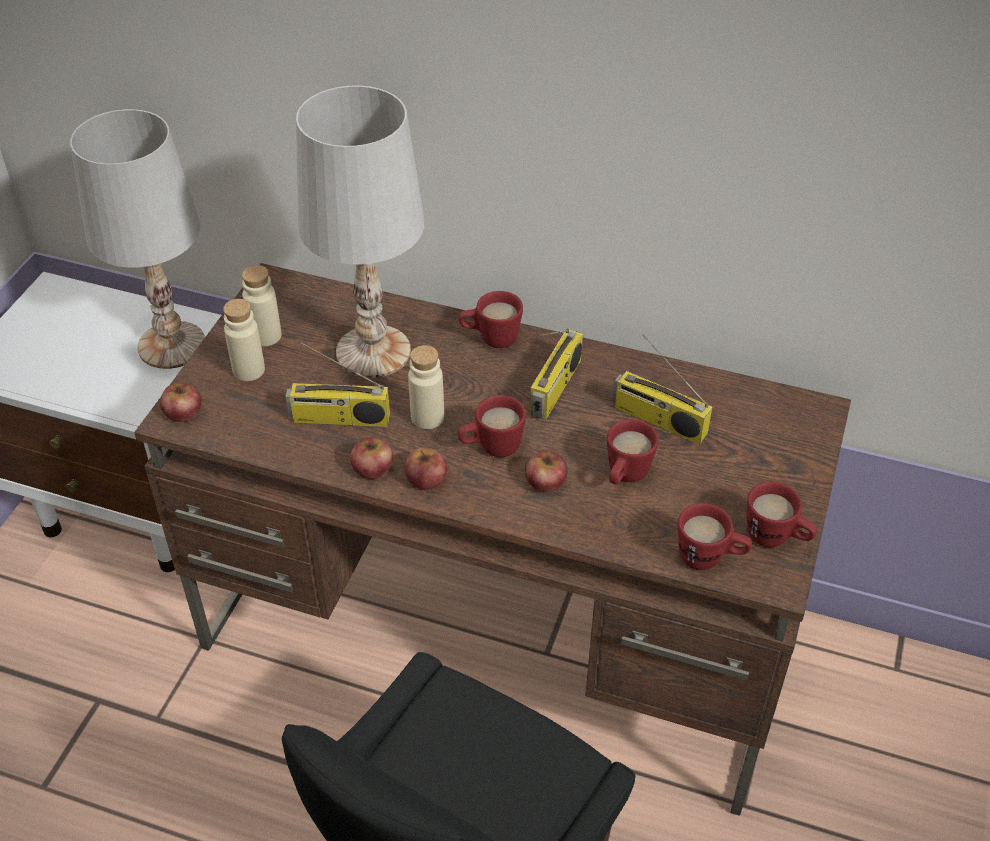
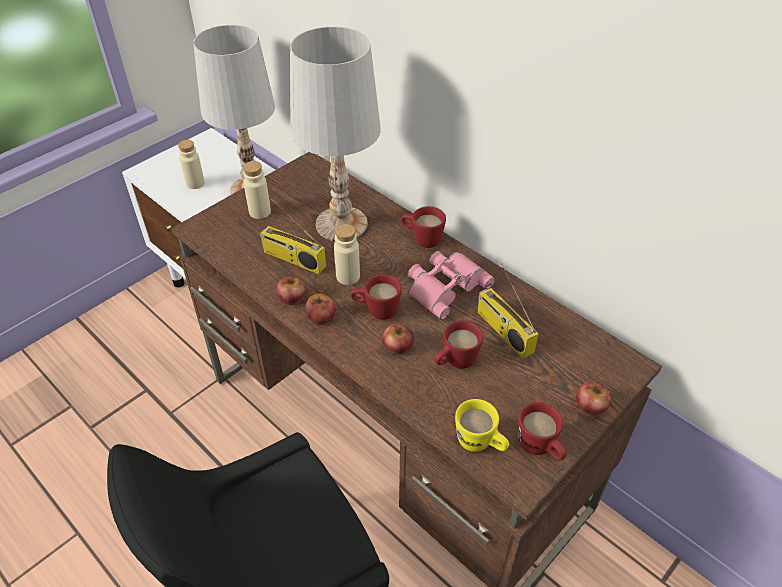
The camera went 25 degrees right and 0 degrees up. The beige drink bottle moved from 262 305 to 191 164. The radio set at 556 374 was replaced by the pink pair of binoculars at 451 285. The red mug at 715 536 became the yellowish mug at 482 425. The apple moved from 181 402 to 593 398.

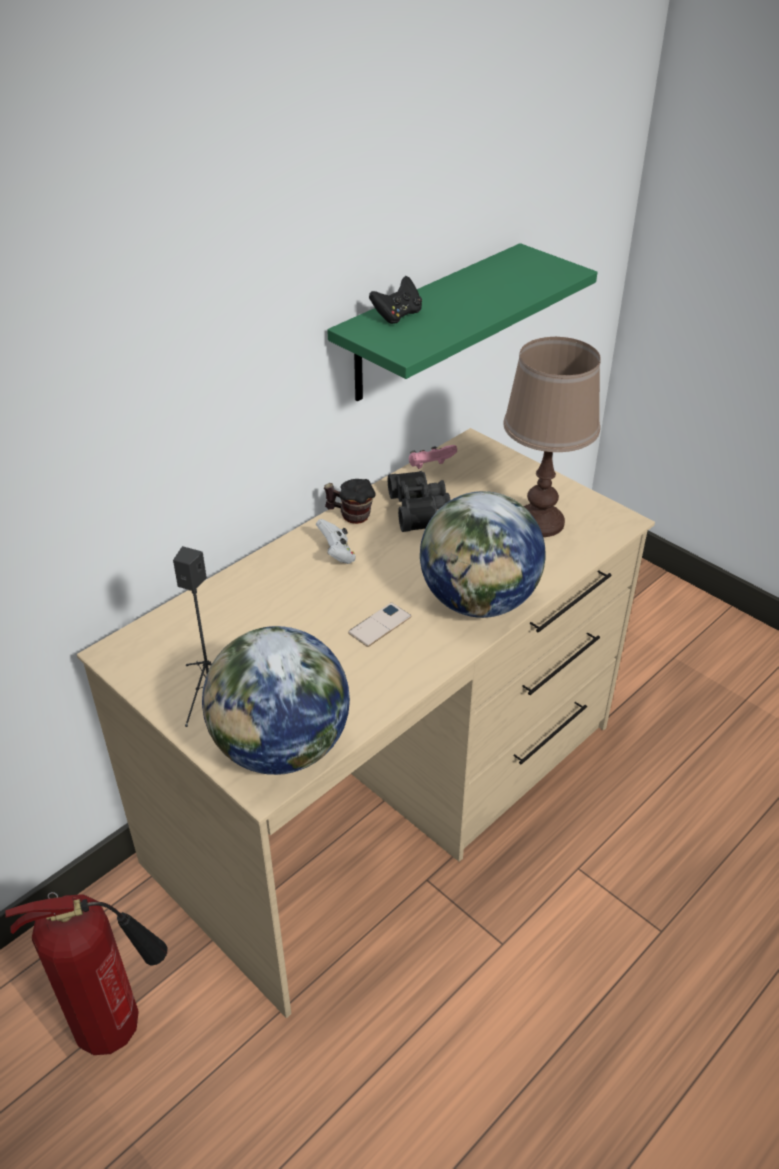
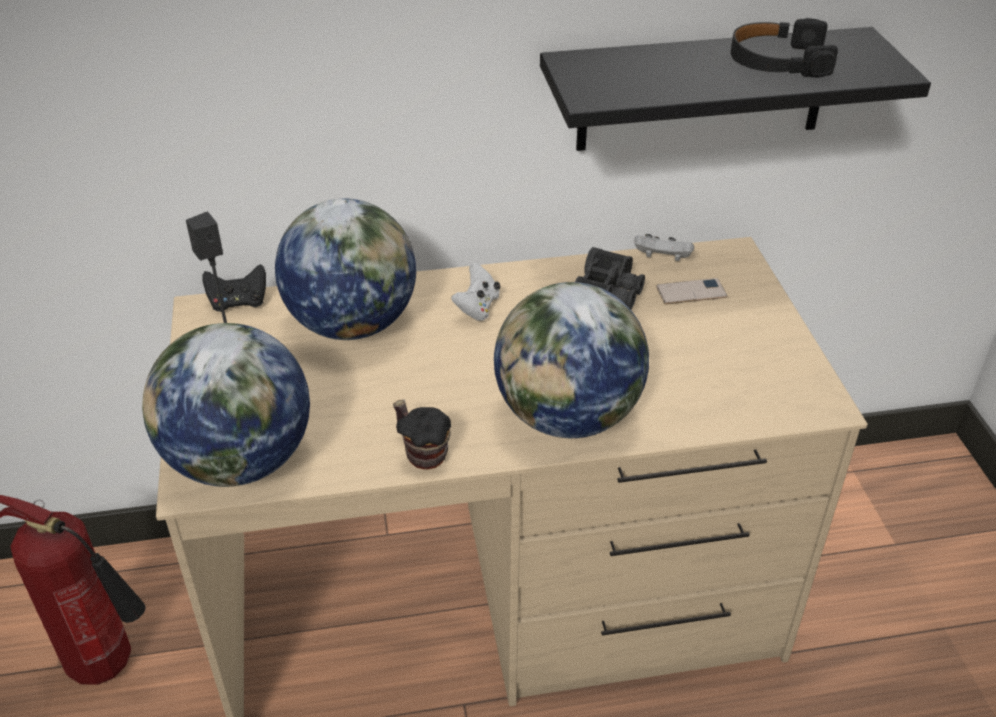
The camera went 35 degrees right and 0 degrees up. The black-coloured joypad moved from 395 300 to 234 288. The world globe at 345 269 appeared. The mug moved from 349 501 to 422 435. The green shelf at 462 322 became the black-coloured shelf at 735 89. The pink joypad at 433 457 became the white-coloured joypad at 664 247. The telephone moved from 379 625 to 691 291. The black-coloured headset at 784 48 appeared. The brown lamp for a table at 552 437 disappeared.

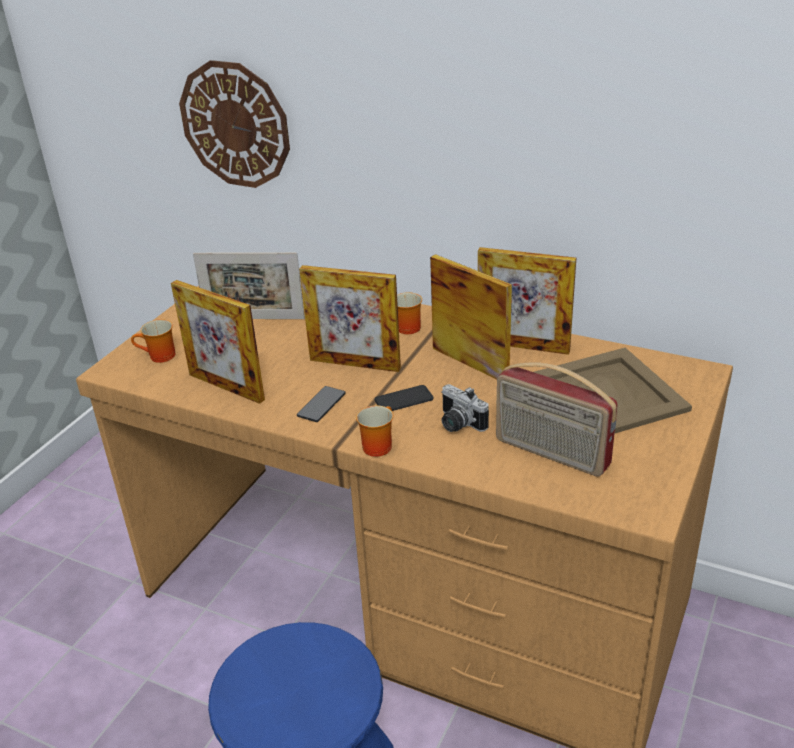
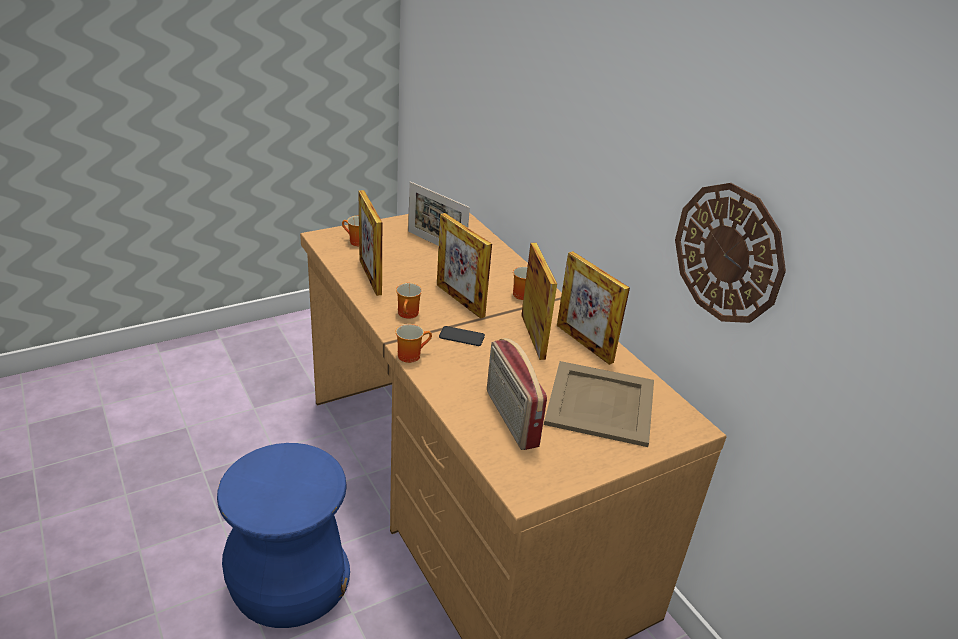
The camera went 30 degrees right and 0 degrees up. The telephone at 321 404 was replaced by the mug at 409 301. The wall clock moved from 234 124 to 730 253. The still camera at 465 408 disappeared.

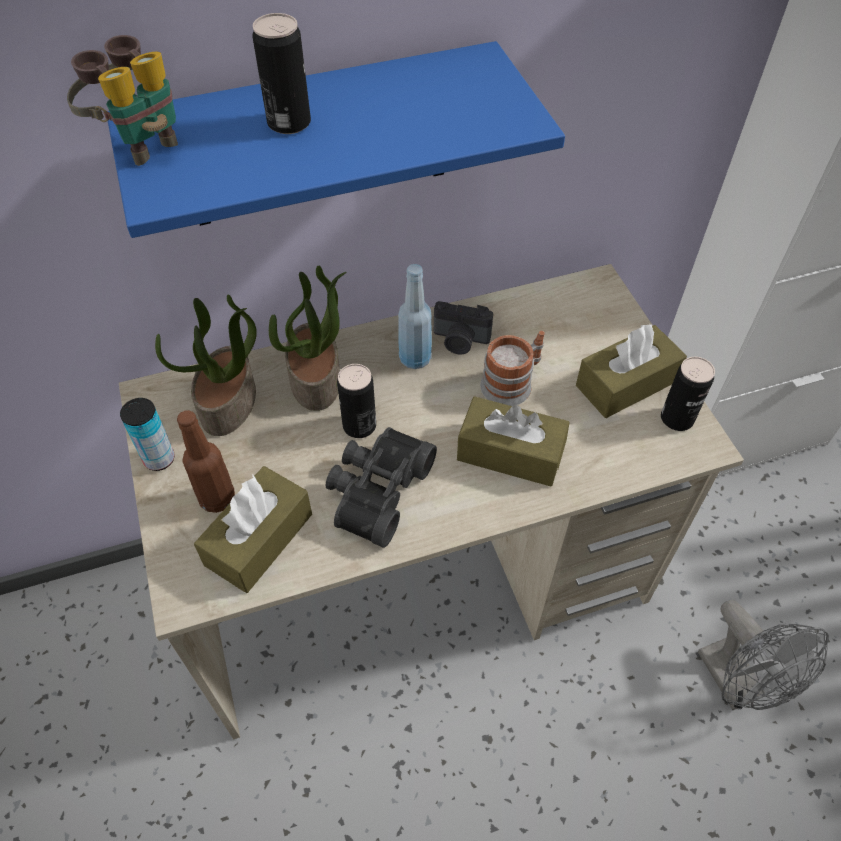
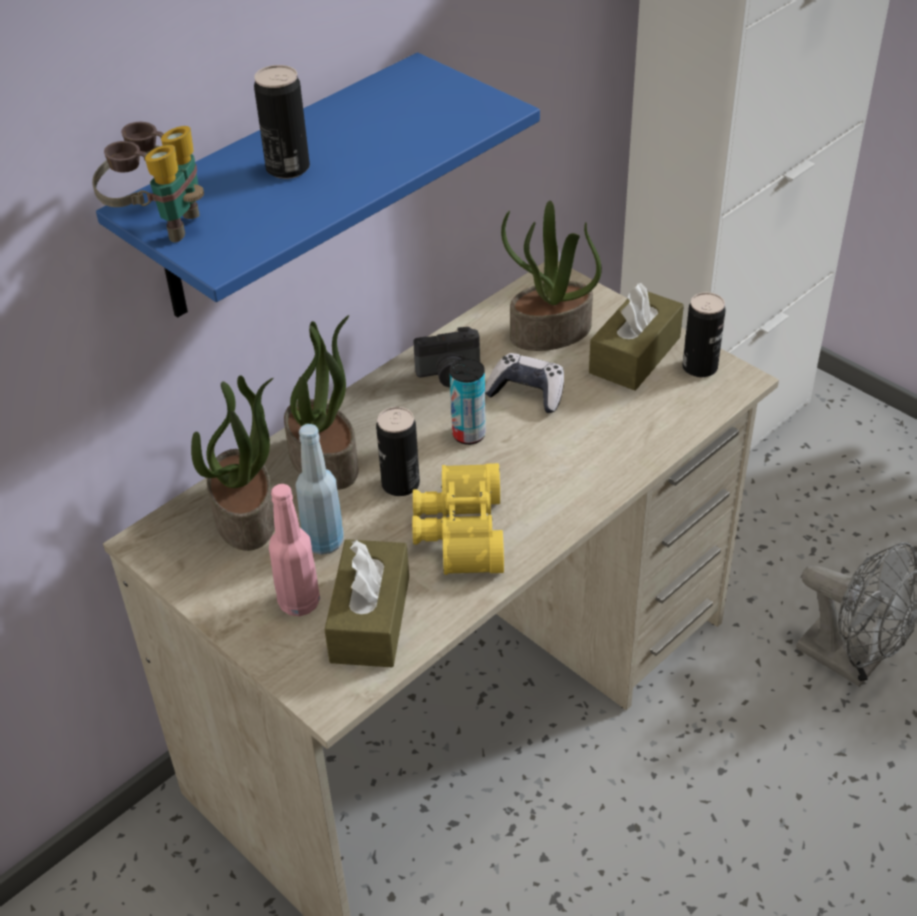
The camera went 25 degrees left and 10 degrees down. The brown drink bottle at 206 461 became the pink drink bottle at 294 550. The blue-coloured drink bottle moved from 415 316 to 320 489. The black-coloured pair of binoculars at 381 487 became the yellowish pair of binoculars at 458 519. The can moved from 147 434 to 468 402. The mug at 512 368 was replaced by the joypad at 524 383. The potted plant at 551 276 appeared. The brown tissue holder at 513 441 disappeared.

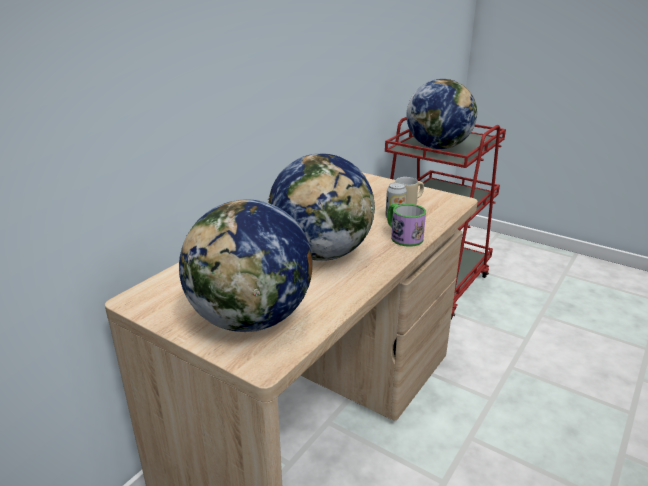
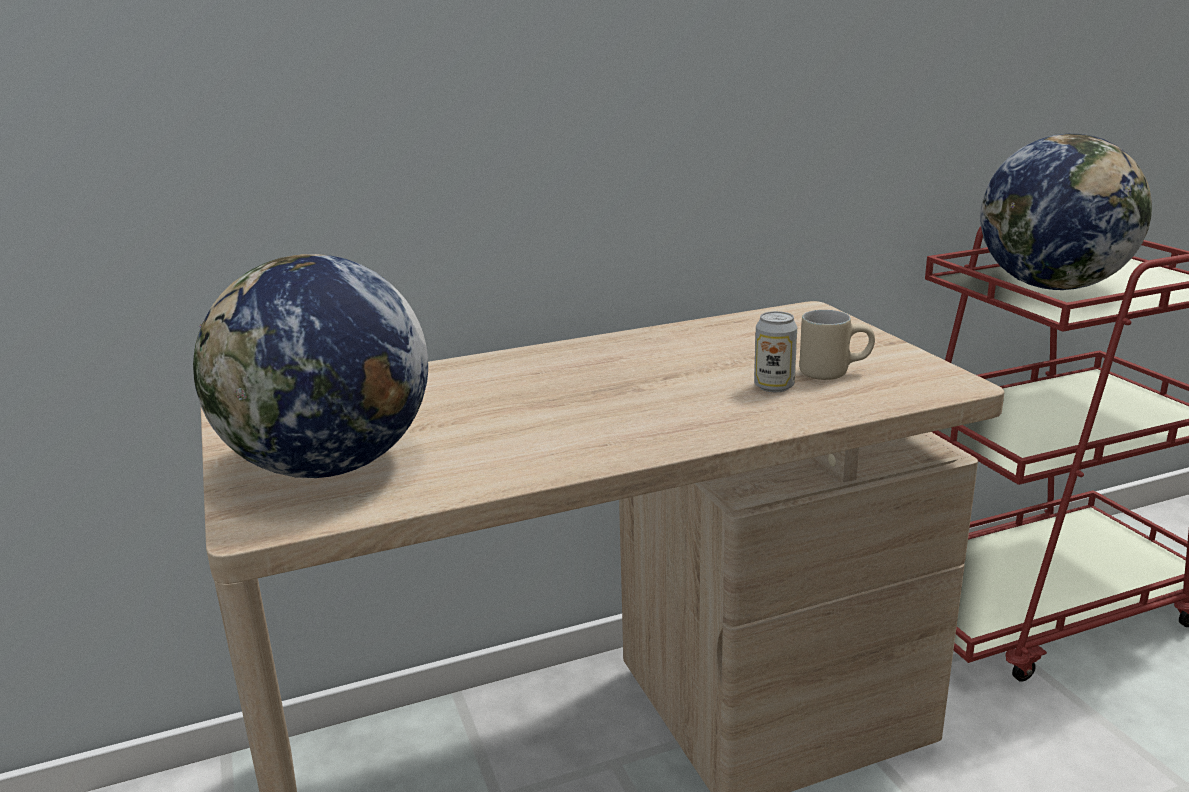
The camera went 35 degrees right and 5 degrees down. The world globe at 321 207 disappeared. The mug at 406 225 disappeared.

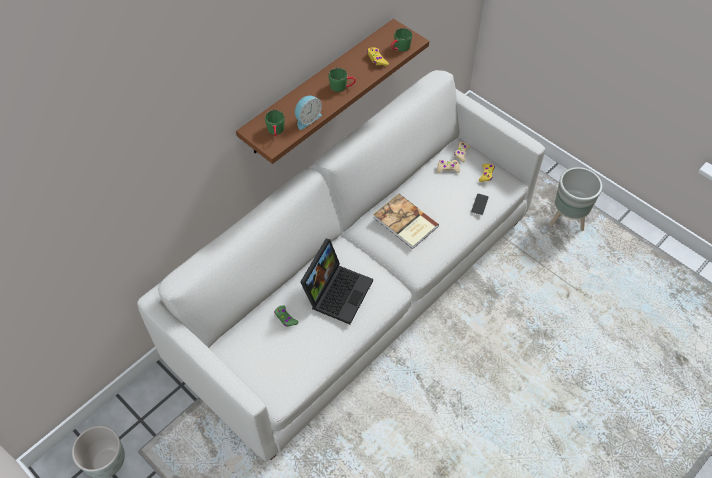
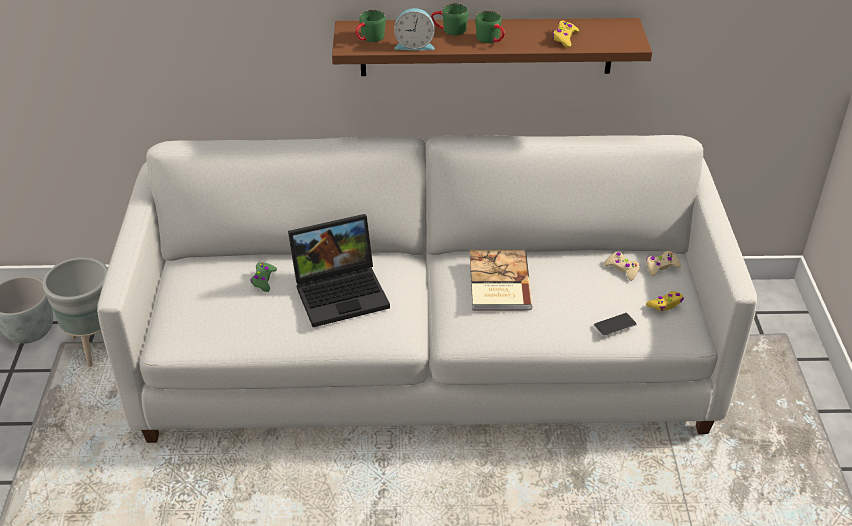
The camera went 45 degrees right and 15 degrees down. The grey planter moved from 576 199 to 75 312. The green mug moved from 401 39 to 450 19.

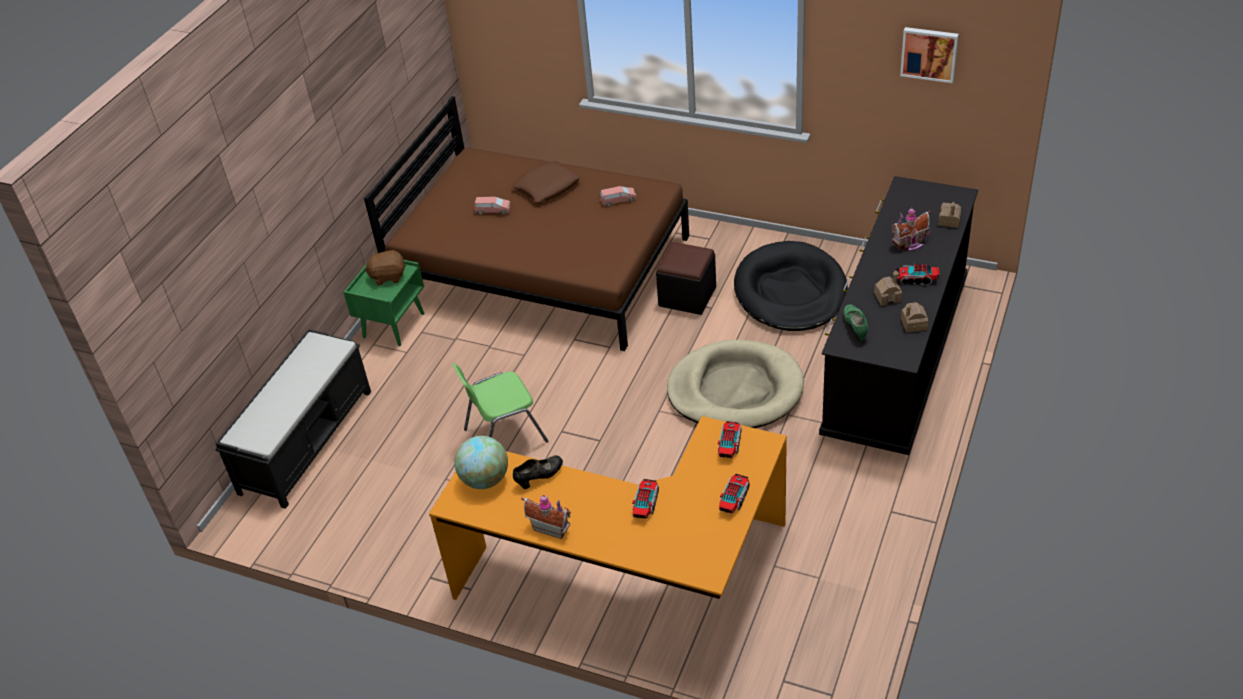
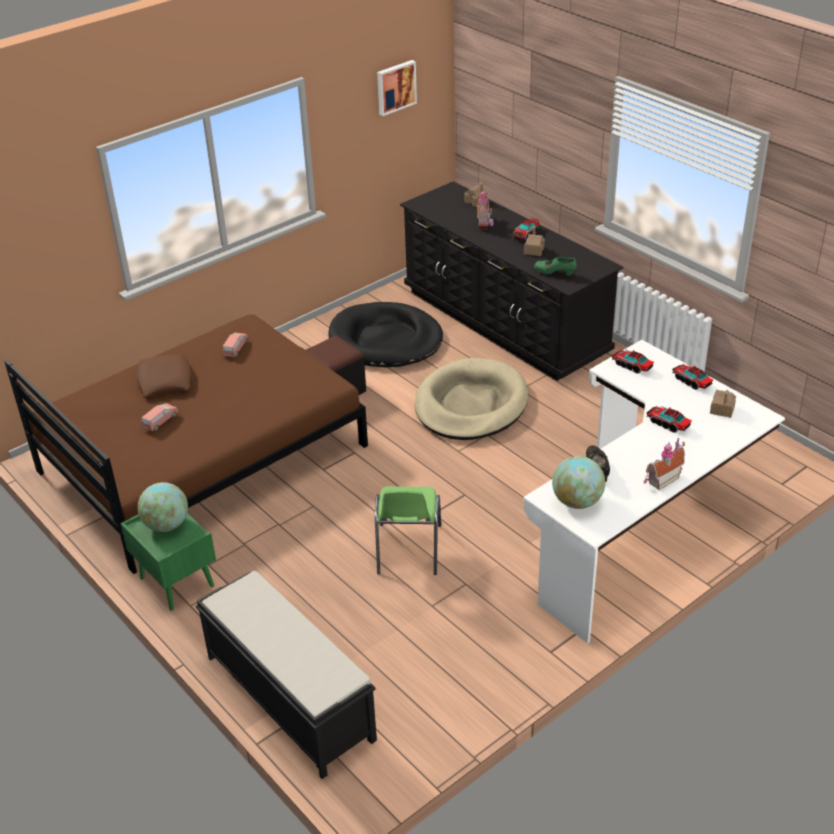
The camera went 65 degrees left and 5 degrees down. The brown plush toy at 385 267 was replaced by the world globe at 162 507. The orange desk unit at 608 508 became the white-coloured desk unit at 654 492. The miniature house moved from 914 317 to 723 404.

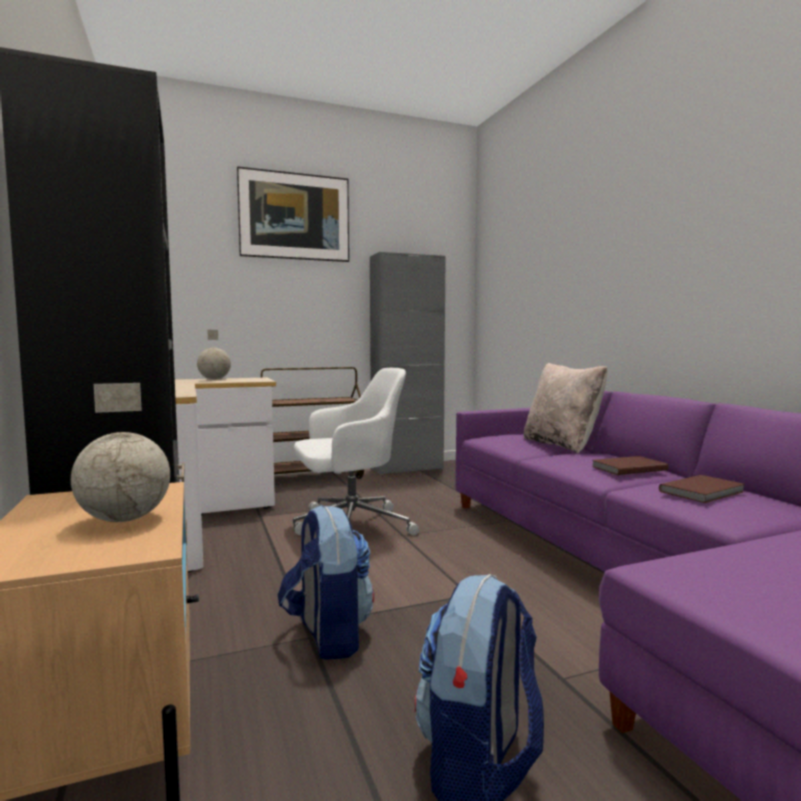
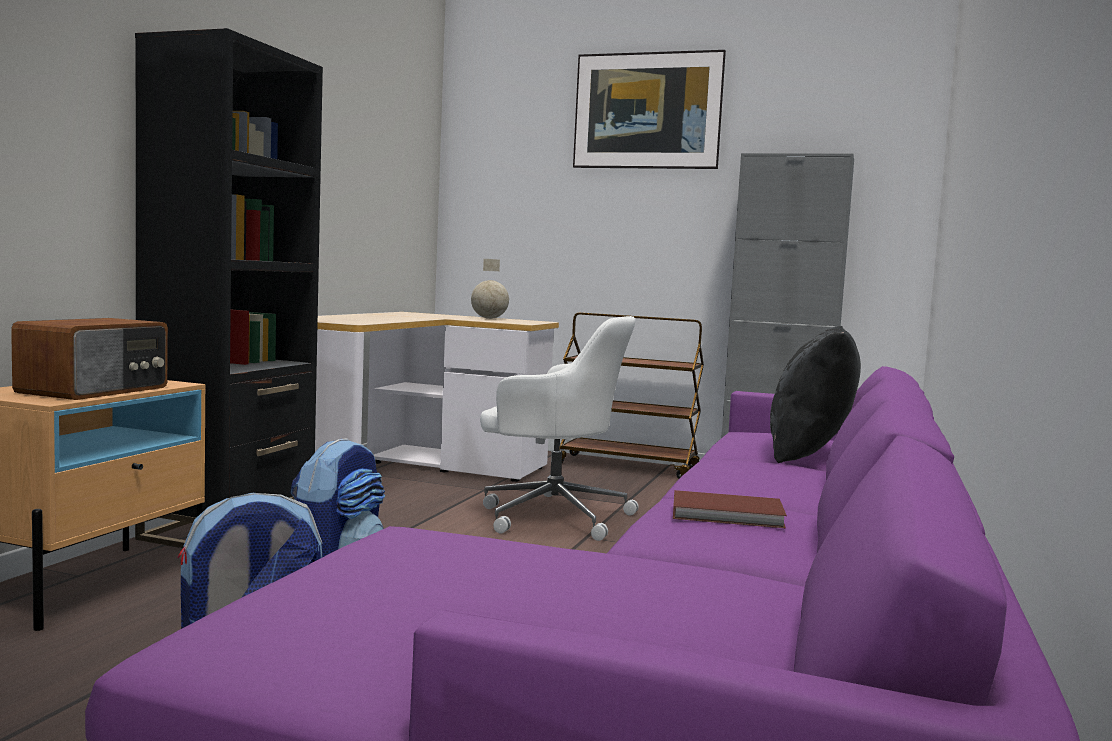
The camera went 40 degrees right and 0 degrees up. The world globe at 120 452 was replaced by the radio set at 89 359. The beige pillow at 566 408 became the black-coloured pillow at 815 394. The brown bound book at 629 465 disappeared.

